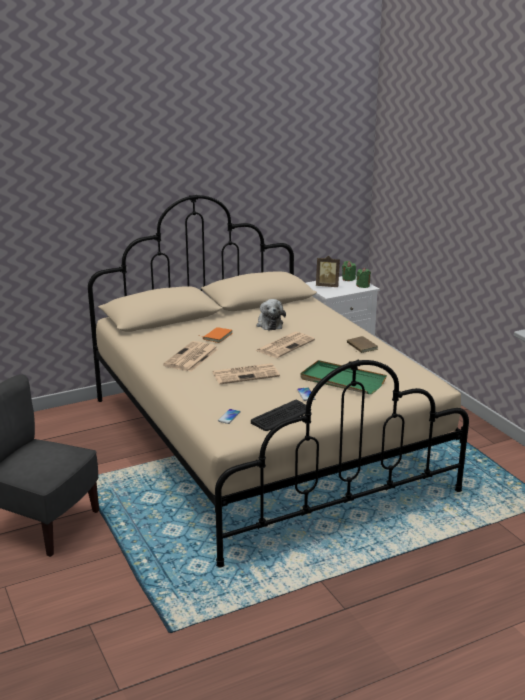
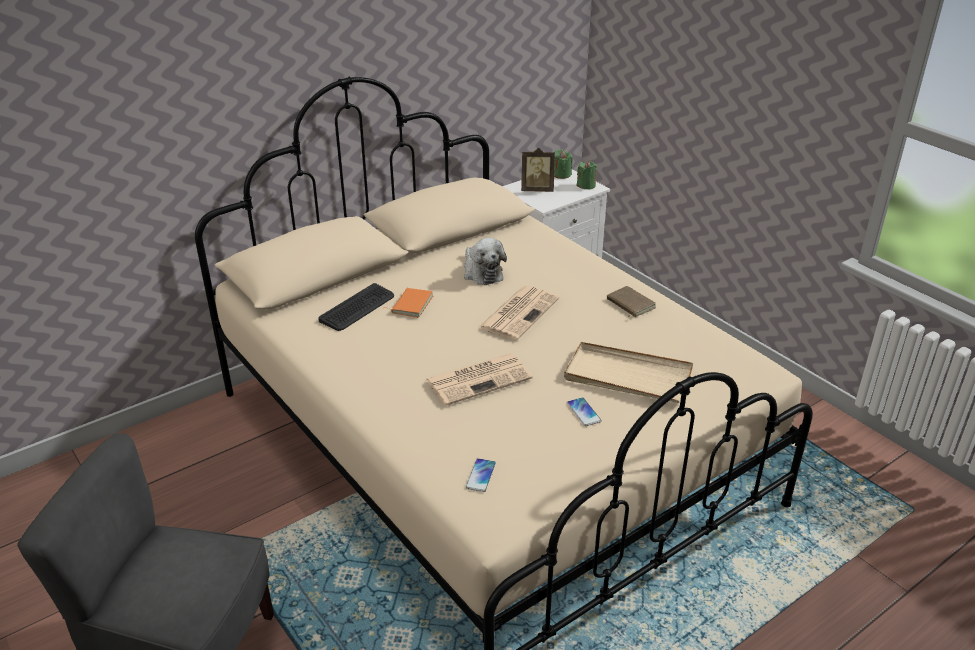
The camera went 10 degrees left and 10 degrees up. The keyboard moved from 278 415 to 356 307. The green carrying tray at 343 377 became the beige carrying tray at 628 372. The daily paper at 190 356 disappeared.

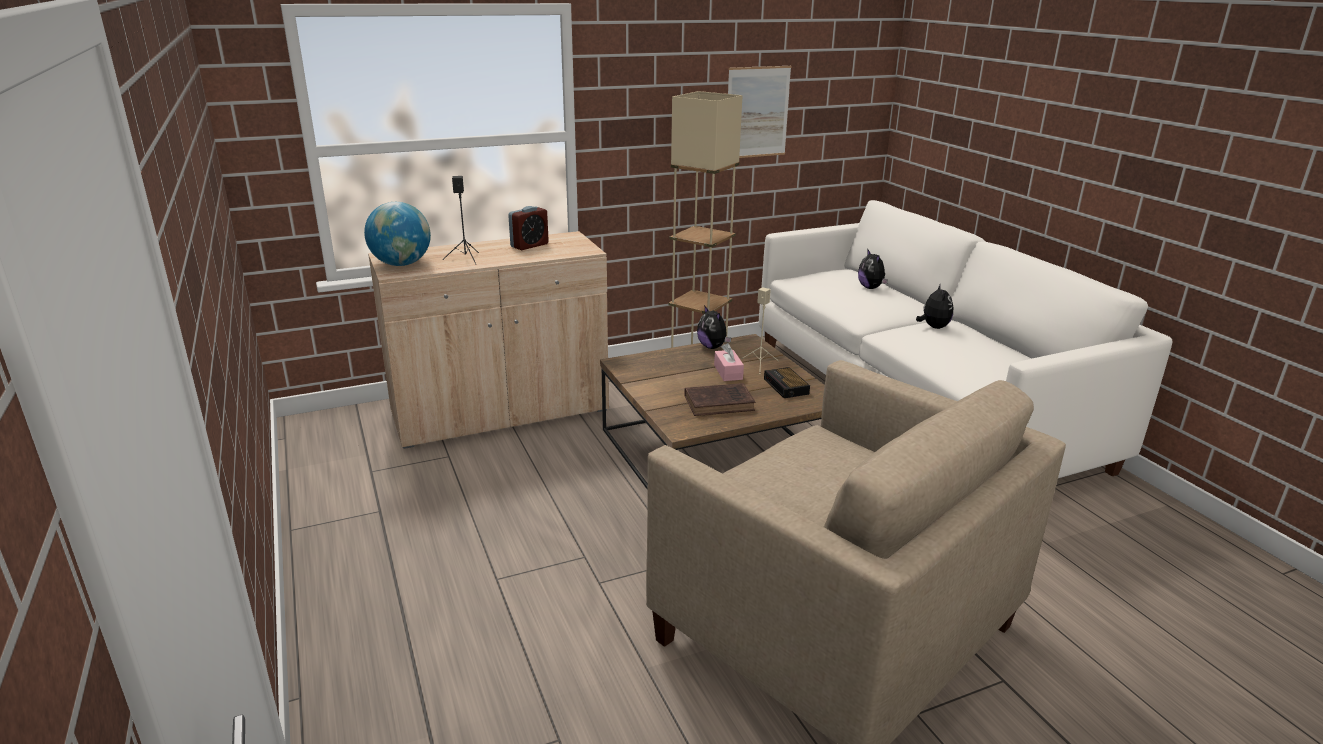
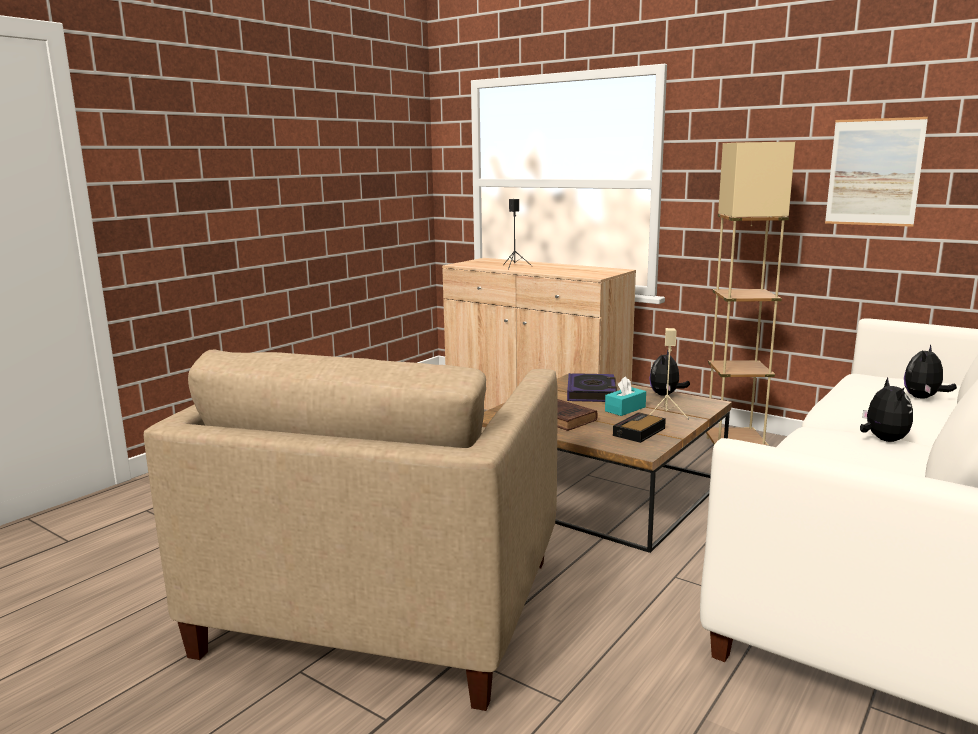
The camera went 60 degrees right and 10 degrees down. The bound book at 592 387 appeared. The pink tissue holder at 729 362 became the blue-green tissue holder at 625 396. The plush toy at 934 306 turned 60 degrees counterclockwise. The world globe at 397 234 disappeared. The table clock at 528 228 disappeared.

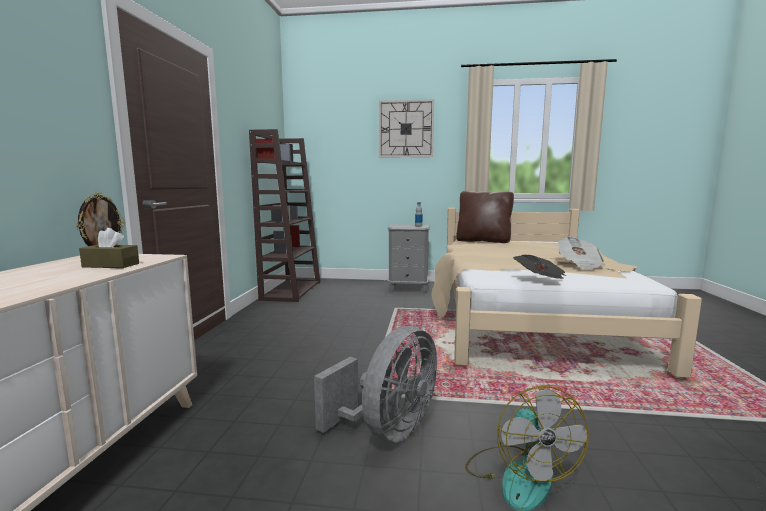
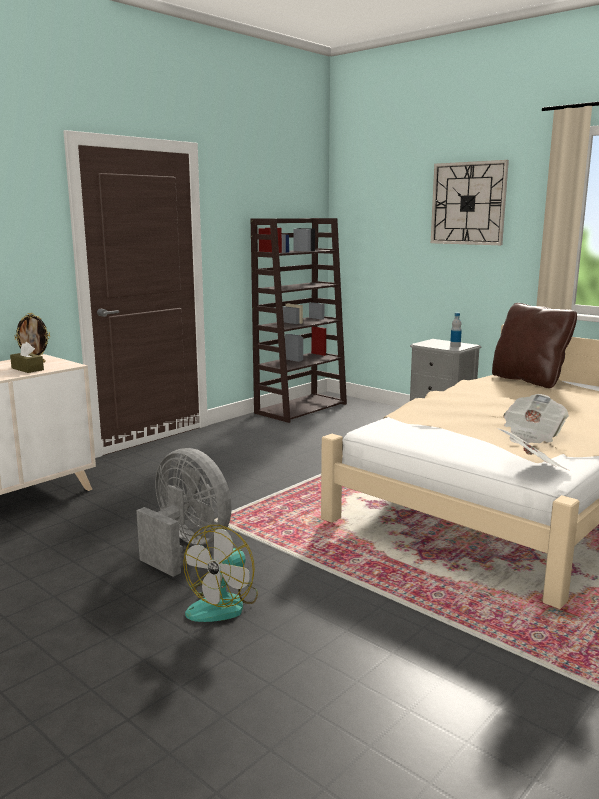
The camera went 35 degrees right and 5 degrees up. The grey fan at 375 384 turned 120 degrees counterclockwise. The daily paper moved from 539 267 to 533 449.

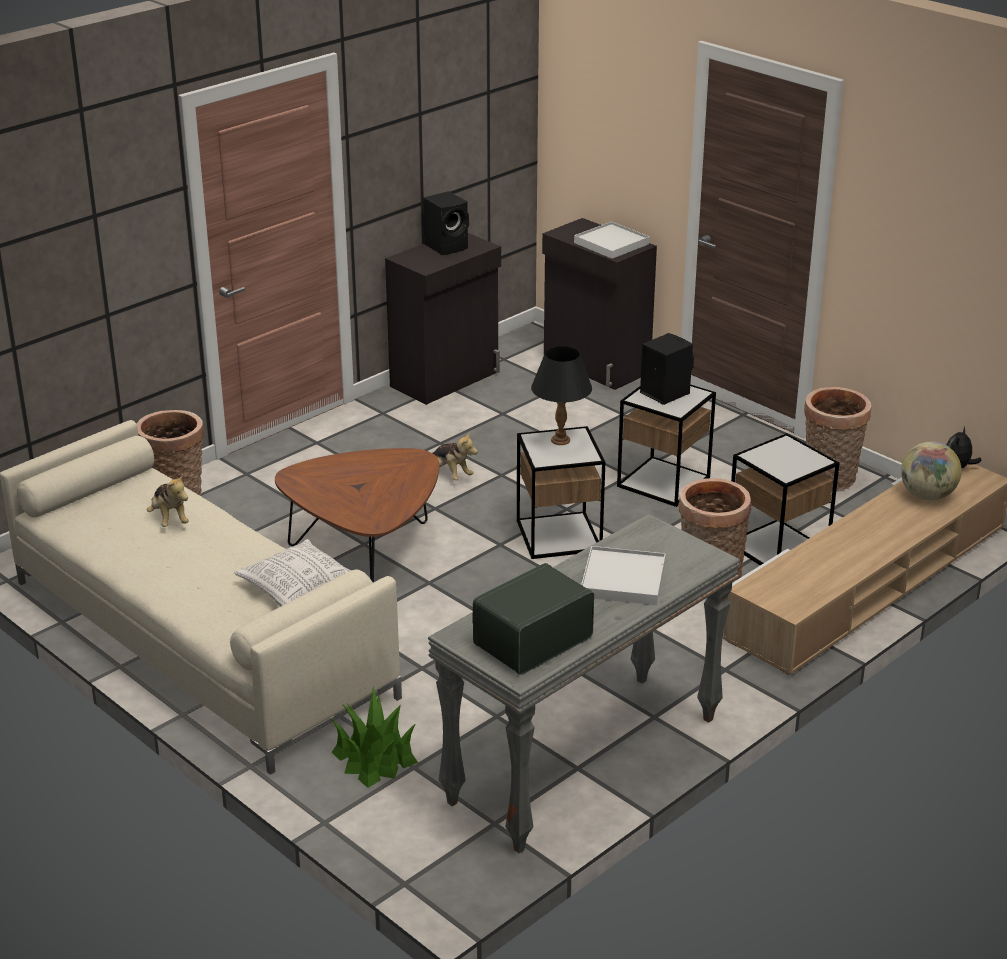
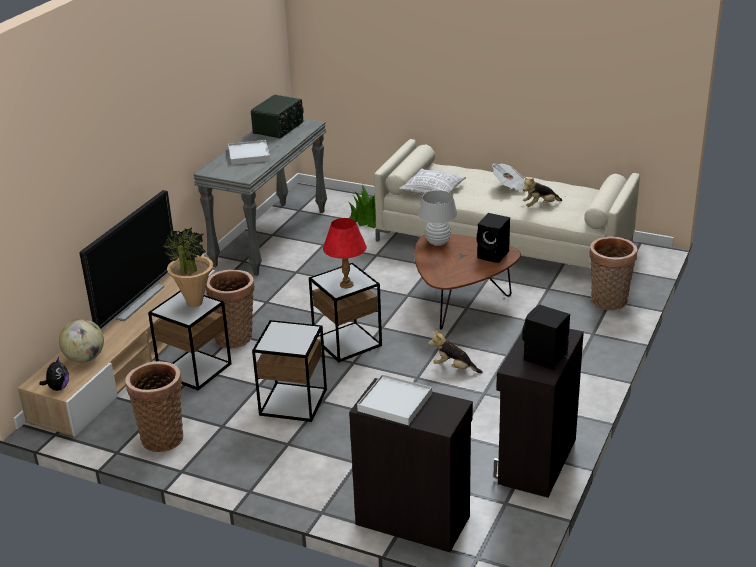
The camera went 160 degrees right and 0 degrees up. The television at 126 260 appeared. The potted plant at 188 267 appeared. The black-coloured lamp for a table at 561 395 became the red lamp for a table at 345 253. The white-coloured lamp for a table at 438 218 appeared. The black-coloured speaker moved from 667 369 to 493 238. The daily paper at 509 178 appeared. The plush toy at 168 500 turned 60 degrees counterclockwise.

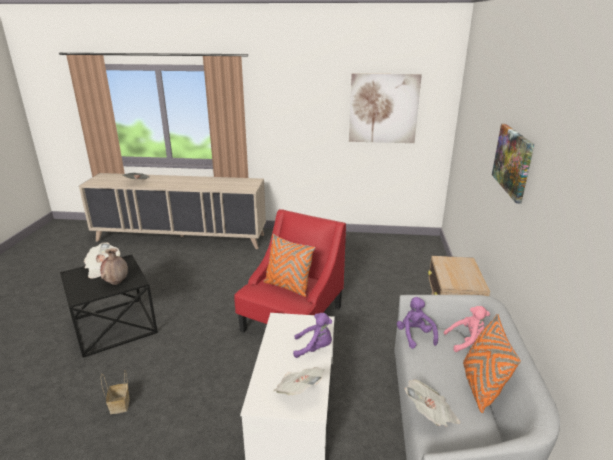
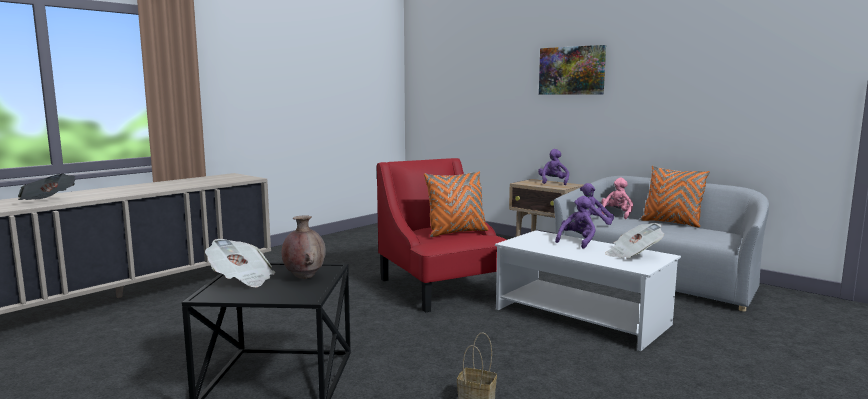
The camera went 55 degrees left and 15 degrees down. The purplish plush toy at 553 167 appeared. The wall art at 385 108 disappeared. The daily paper at 432 403 disappeared.

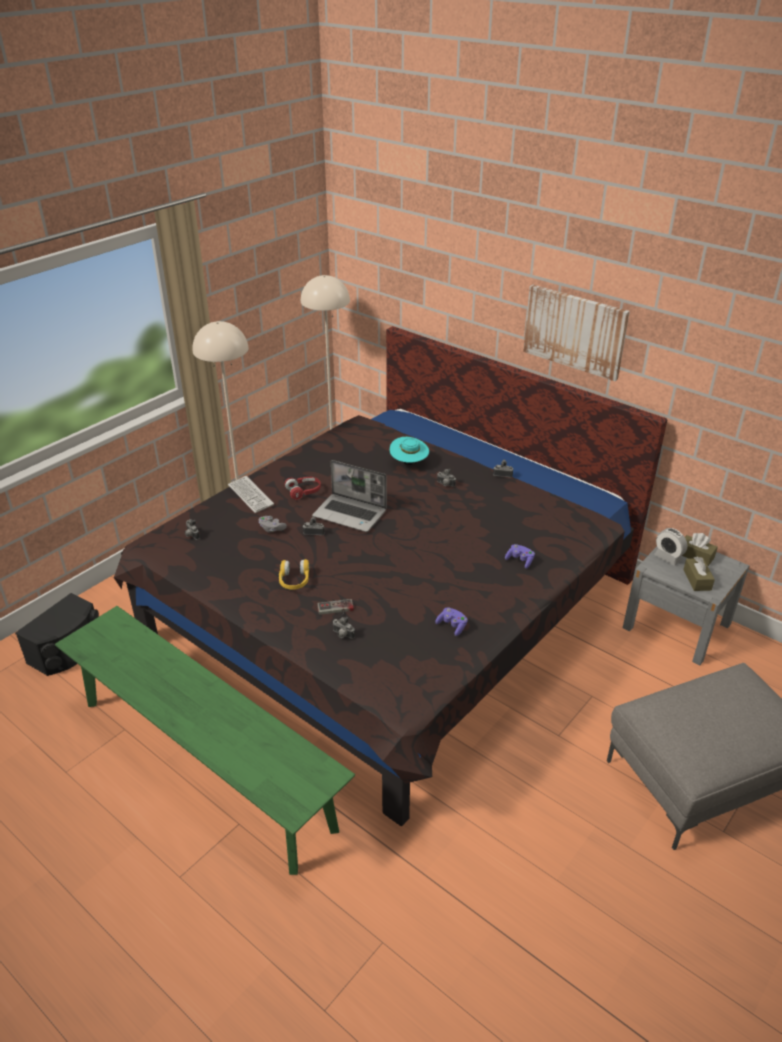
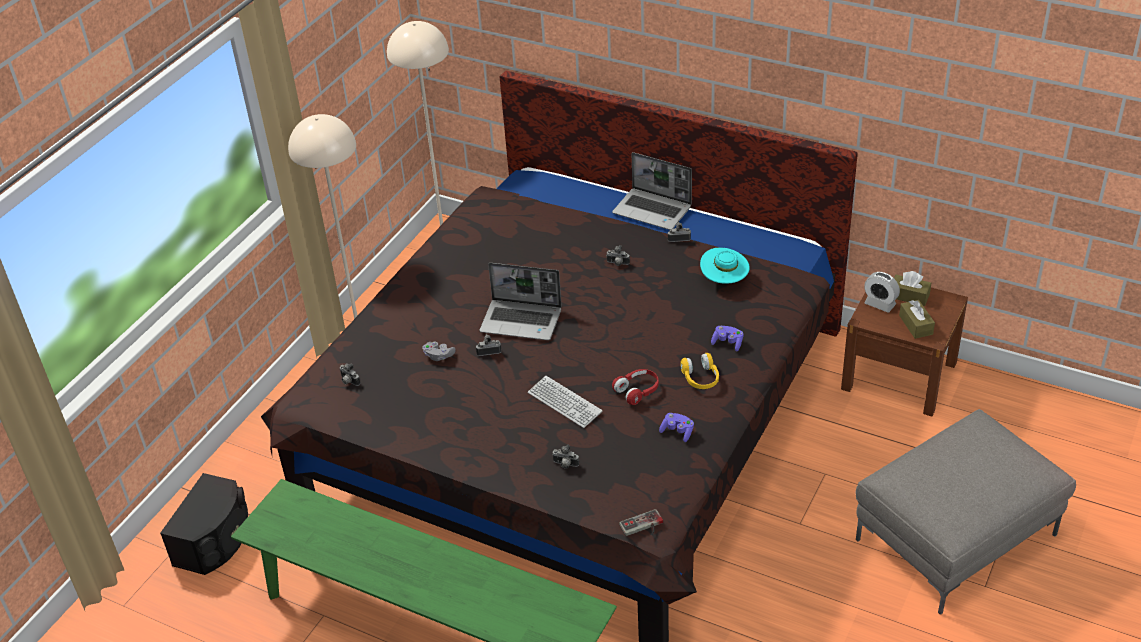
The camera went 10 degrees left and 5 degrees up. The keyboard moved from 251 494 to 565 402. The portable computer at 652 191 appeared. The red headset moved from 302 488 to 635 387. The joypad moved from 335 608 to 641 522. The yellowish headset moved from 294 574 to 699 371. The blue-green wearable hat moved from 409 451 to 725 266. The grey night table at 686 606 became the brown night table at 904 346. The wall art at 576 333 disappeared.

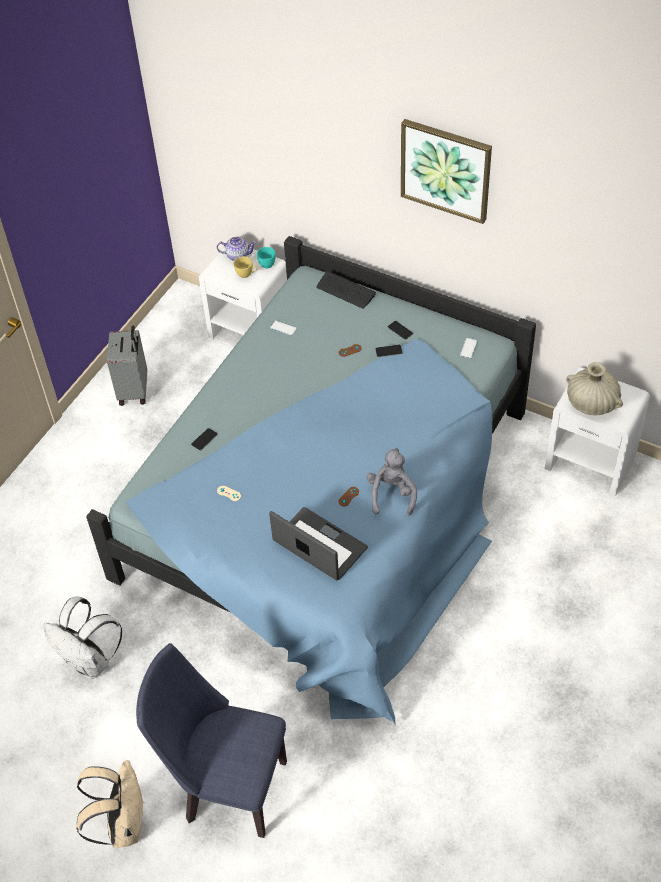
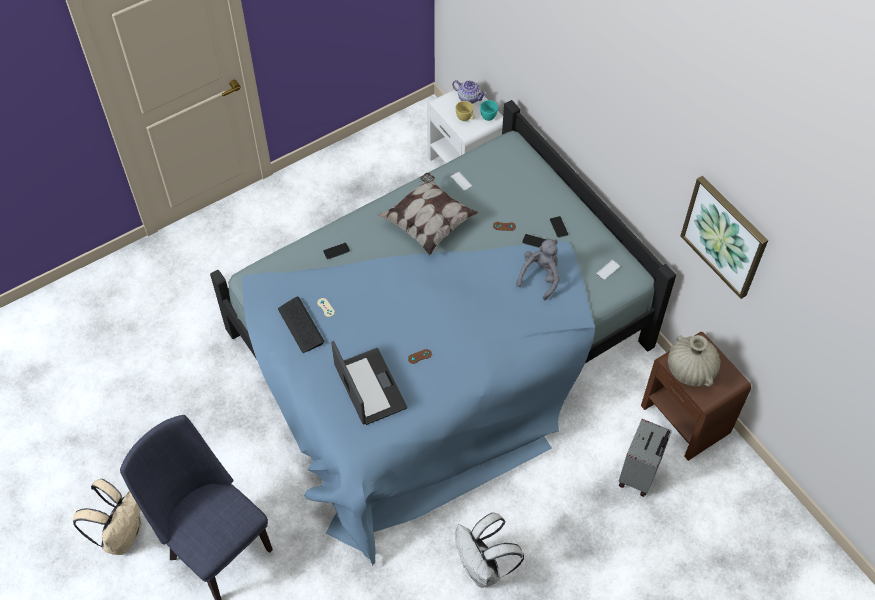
The camera went 25 degrees right and 5 degrees up. The keyboard moved from 346 290 to 301 325. The pillow at 428 214 appeared. The white-coloured knapsack moved from 83 638 to 489 550. The grey plush toy moved from 391 482 to 537 269. The grey piece of luggage moved from 127 366 to 645 458. The white-coloured night table at 597 432 became the brown night table at 696 396. The wall art moved from 446 171 to 724 237.

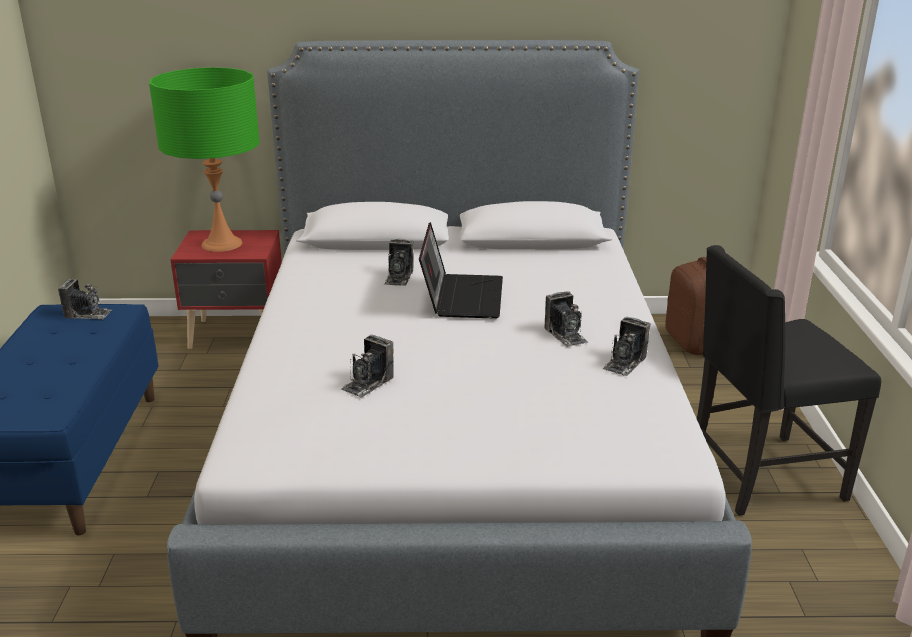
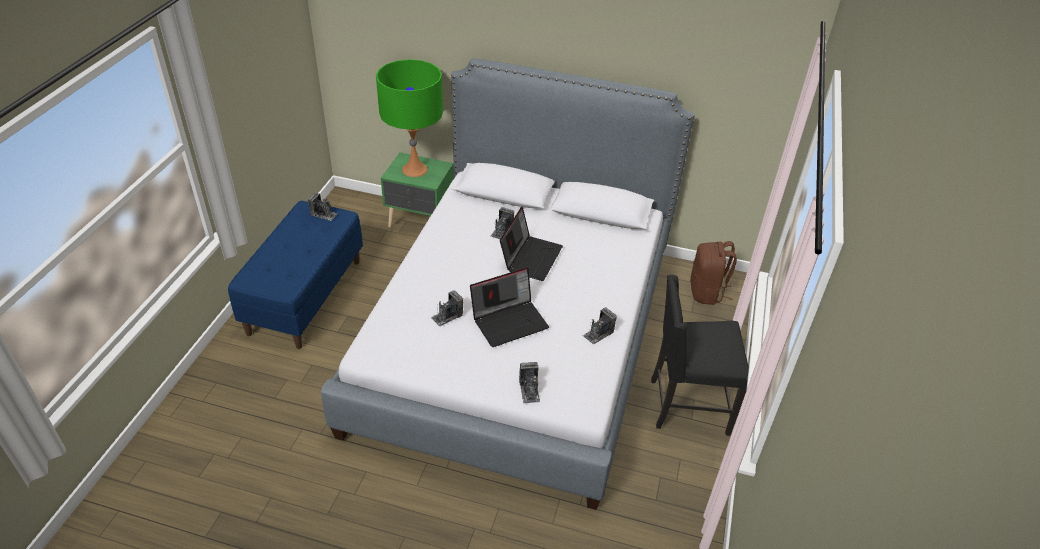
The camera went 15 degrees right and 15 degrees up. The red night table at 226 289 became the green night table at 417 189. The portable computer at 509 307 appeared. The still camera moved from 566 319 to 529 383.

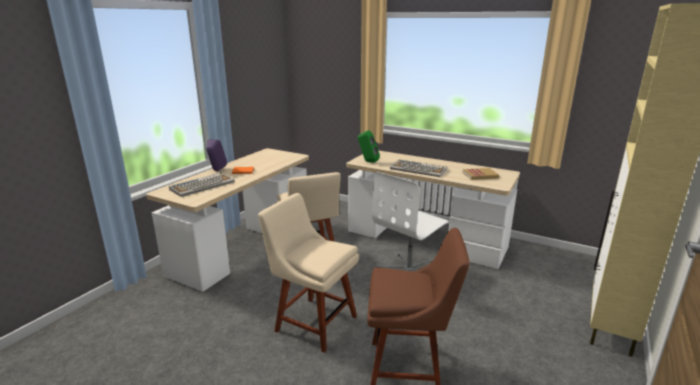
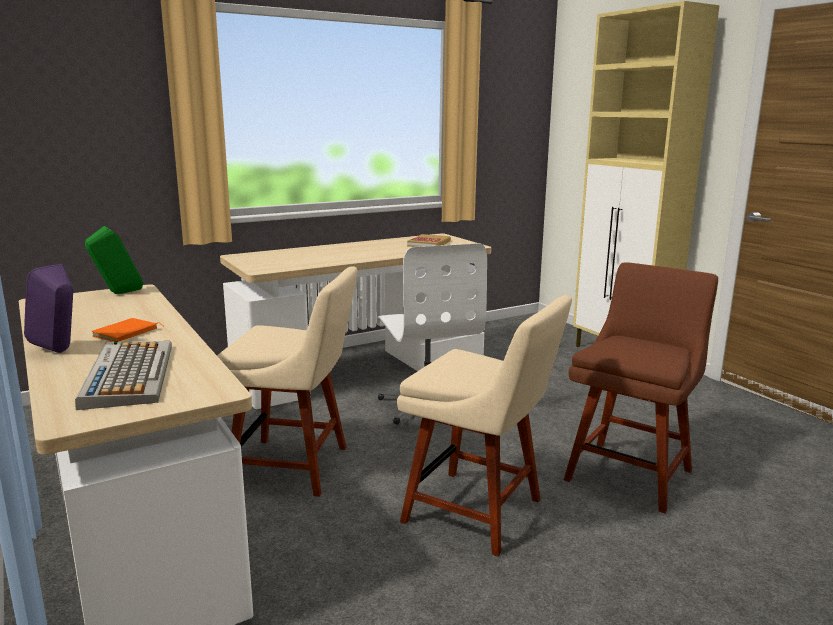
The camera went 60 degrees left and 5 degrees down. The green speaker moved from 369 146 to 114 260. The beige plain chair at 308 273 turned 120 degrees counterclockwise. The keyboard at 418 168 disappeared.

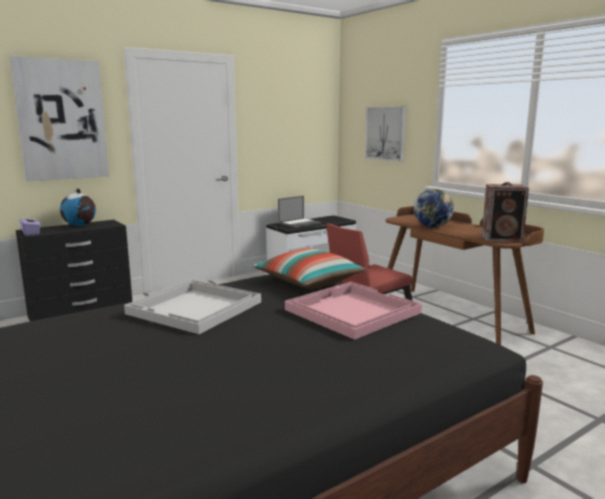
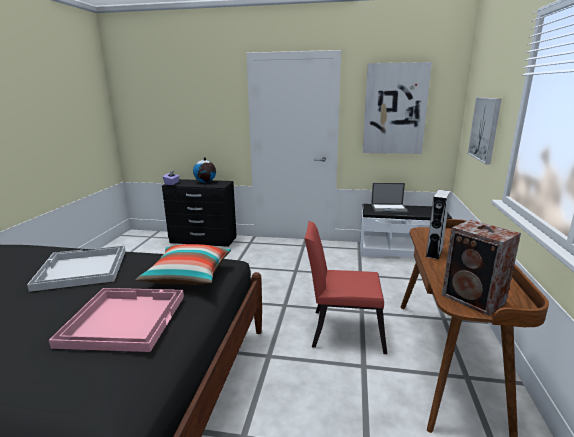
The camera went 45 degrees right and 5 degrees up. The wall art moved from 59 118 to 397 108. The world globe at 434 208 was replaced by the grey speaker at 438 224.

